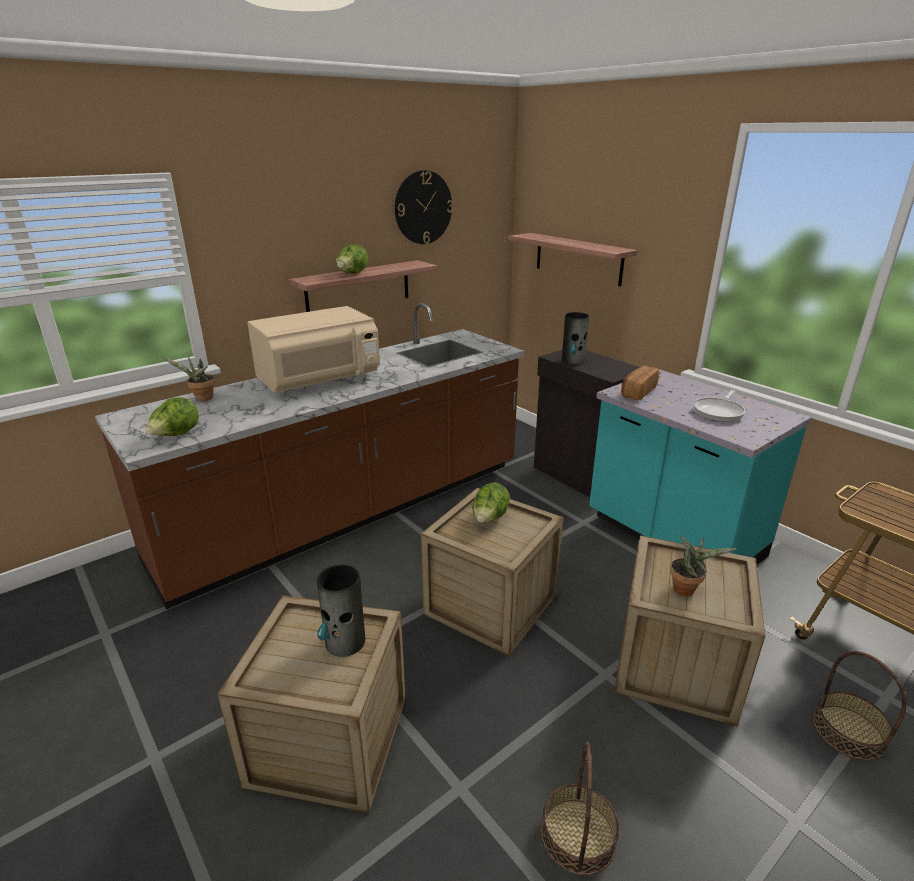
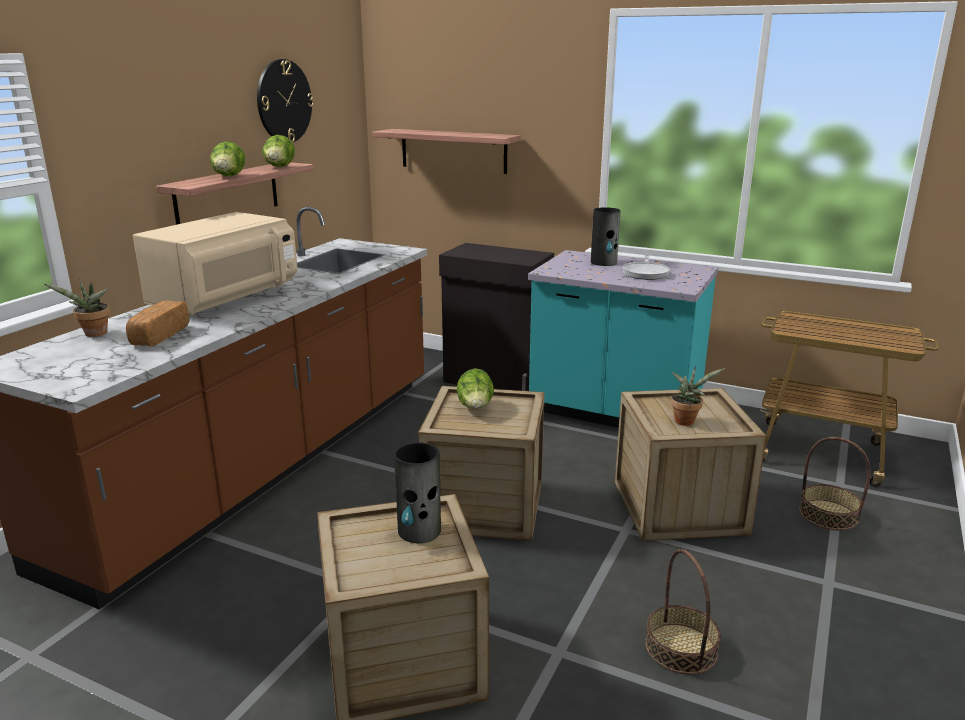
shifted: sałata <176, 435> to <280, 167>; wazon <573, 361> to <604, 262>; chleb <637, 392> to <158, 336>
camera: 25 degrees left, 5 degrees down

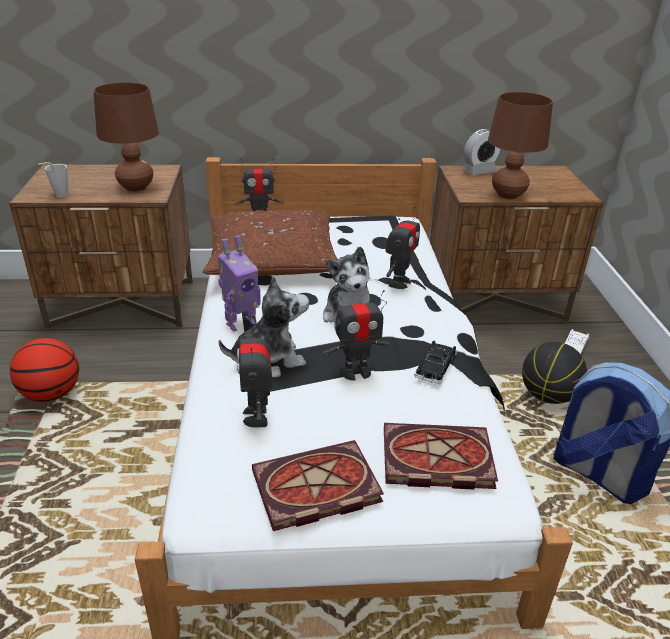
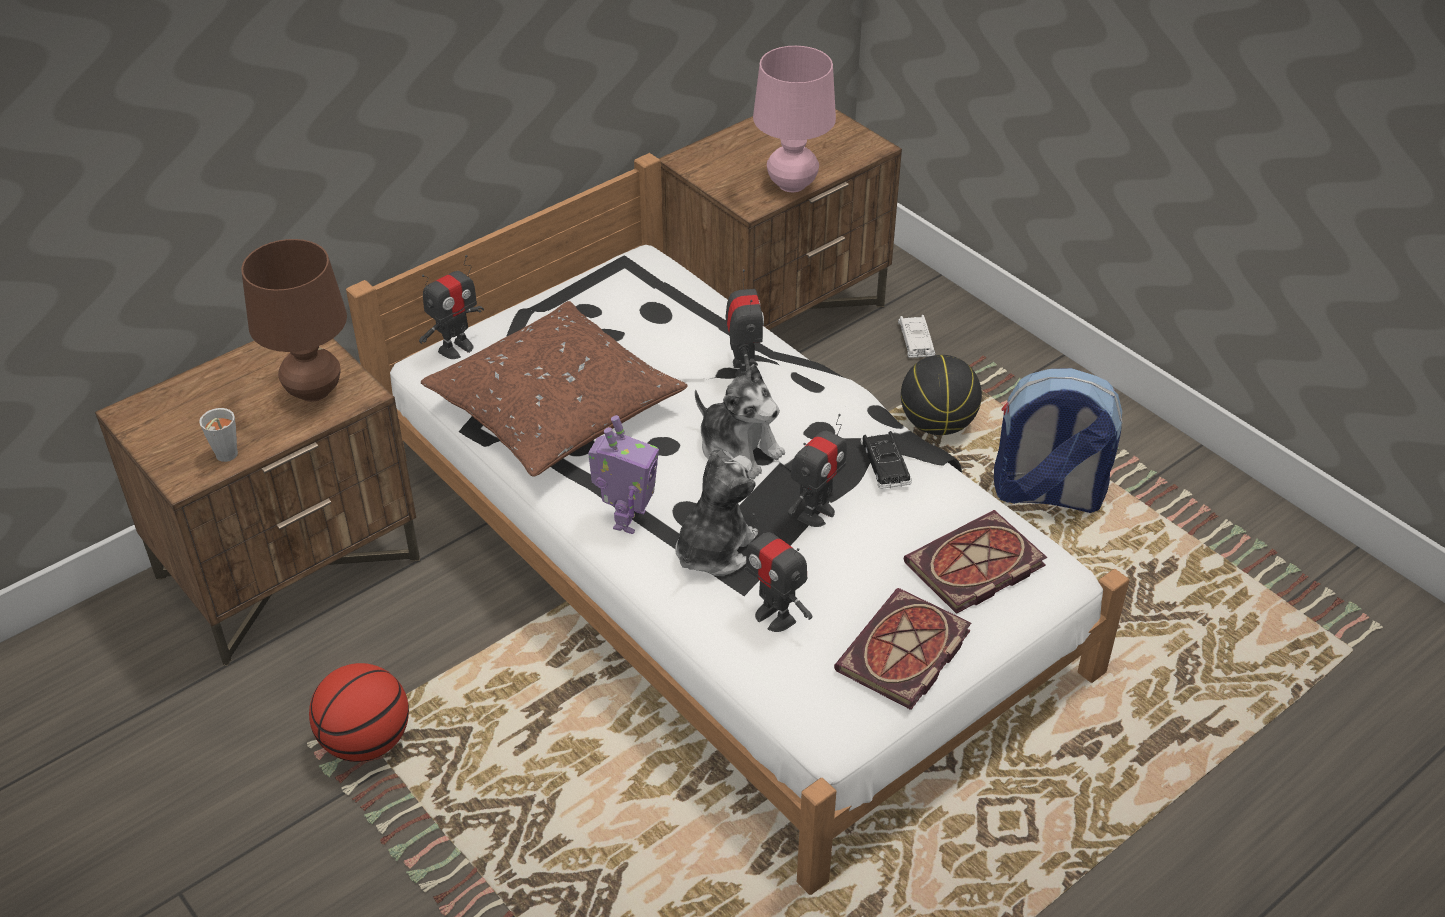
gone: budzik <478, 171>
repainted: lampa stołowa (brązowy) <507, 195> to lampa stołowa (różowy) <791, 184>
camera: 35 degrees left, 10 degrees up

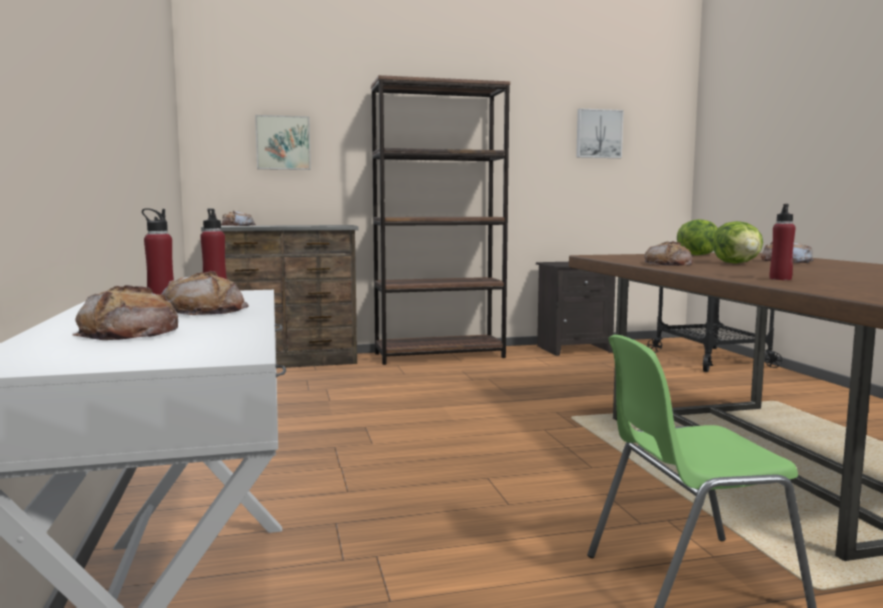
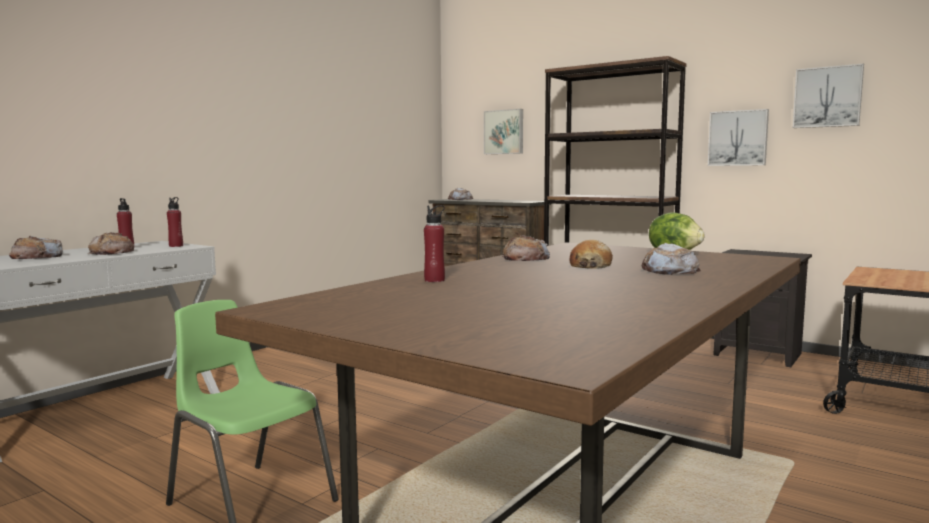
new: obraz <738, 138>
swapped: sałata <737, 263> to chleb <590, 265>
camera: 50 degrees right, 0 degrees up

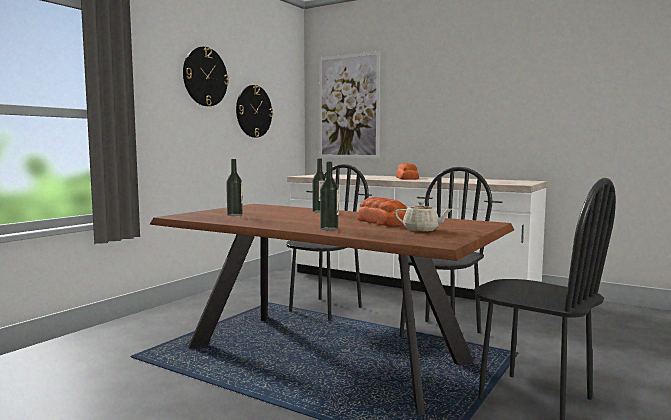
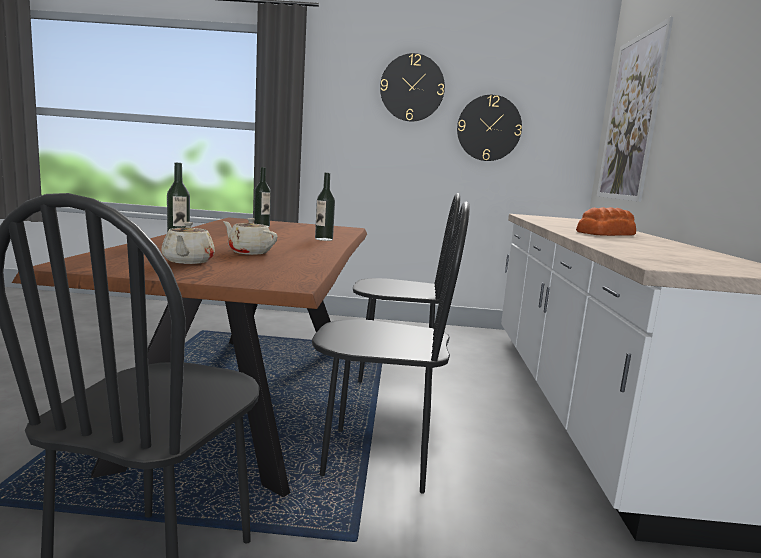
swapped: chleb <382, 222> to imbryk (beżowy) <249, 252>
camera: 60 degrees right, 5 degrees up

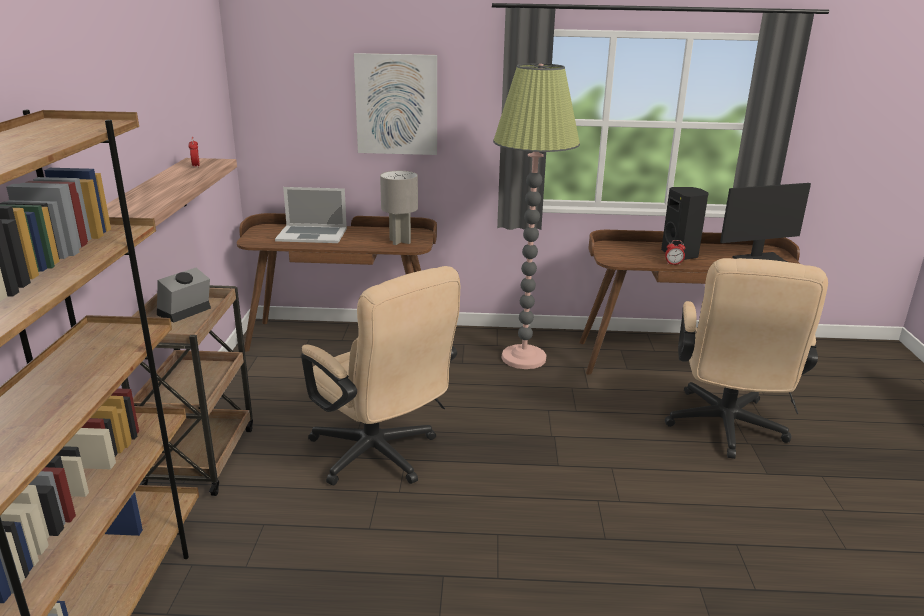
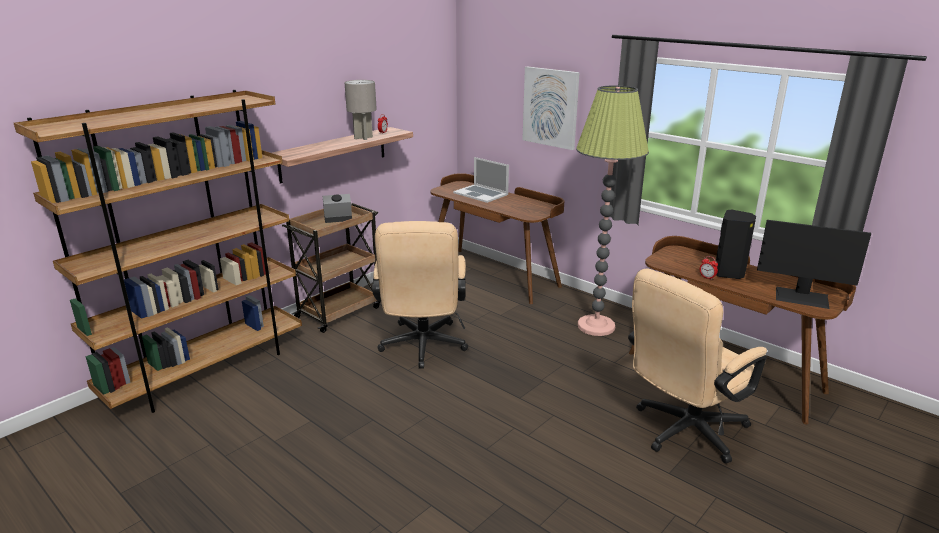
shifted: lampa stołowa (szary) <400, 241> to <363, 138>
camera: 40 degrees right, 0 degrees up

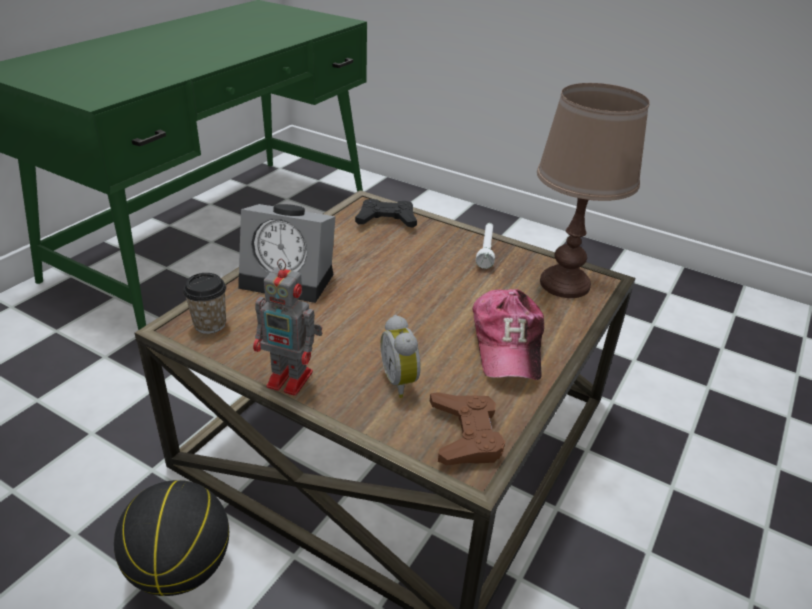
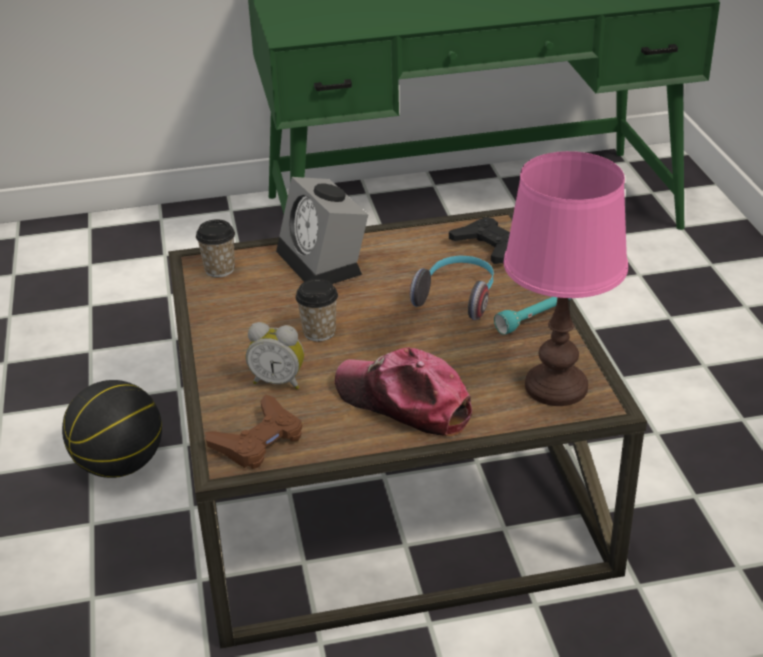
gone: robot zabawkowy <292, 379>
new: filiżanka <319, 332>; słuchawki <457, 297>
repainted: latarka (biały) <486, 250> to latarka (turkusowy) <535, 318>; lampa stołowa (brązowy) <565, 284> to lampa stołowa (różowy) <557, 387>
rotated: budzik <402, 381> = <278, 381> 105 degrees counterclockwise; czapka z daszkiem <507, 344> = <404, 402> 75 degrees clockwise
camera: 50 degrees right, 0 degrees up

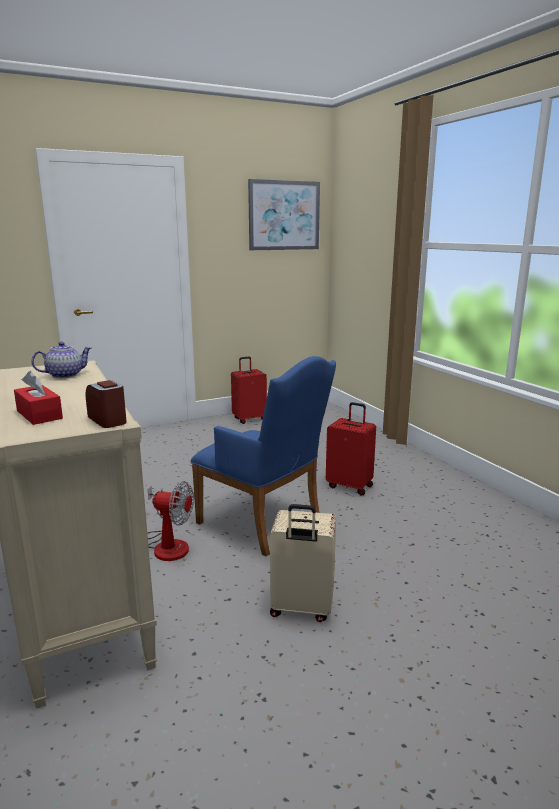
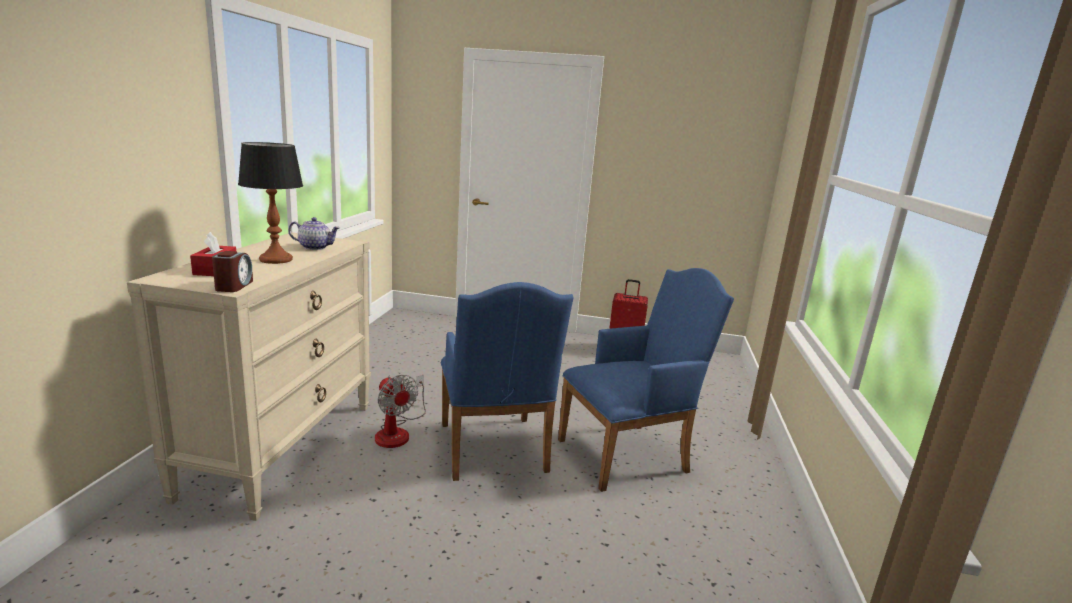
gone: obraz <284, 215>; walizka (beżowy) <301, 608>
new: lampa stołowa <276, 260>
swapped: walizka (czerwony) <350, 486> to fotel (niebieski) <629, 454>
camera: 35 degrees right, 0 degrees up

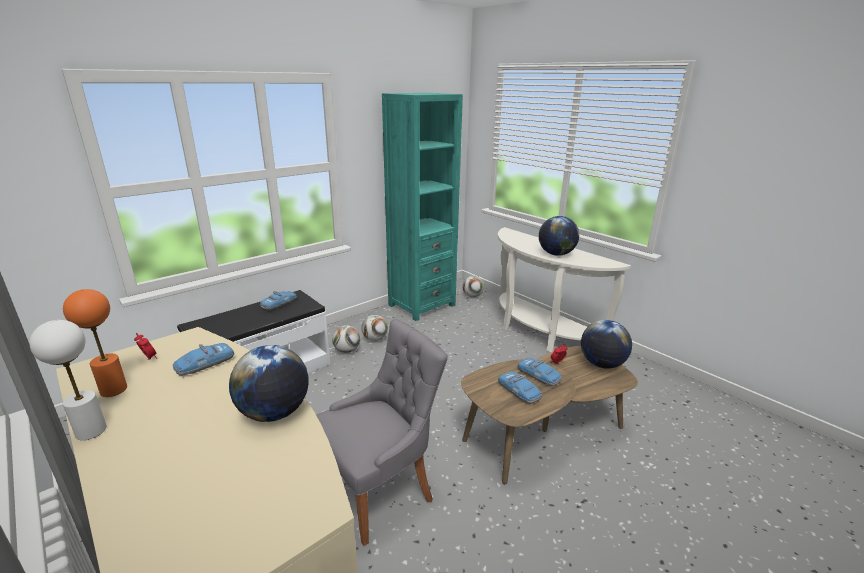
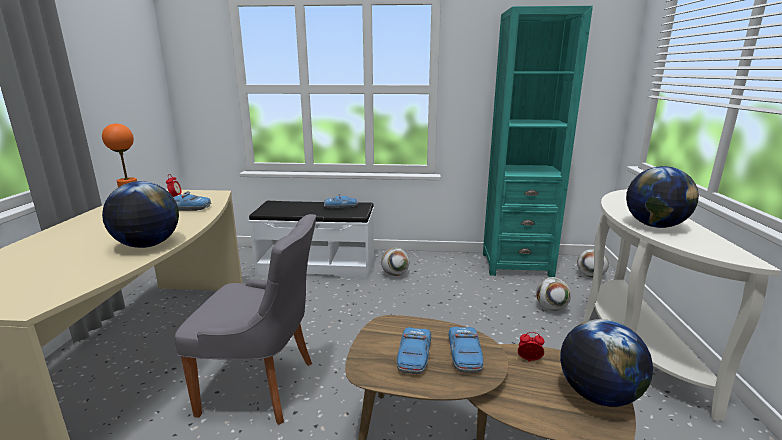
gone: lampa stołowa (biały) <90, 431>
shifted: piłka futbolowa <375, 339> to <551, 308>
camera: 45 degrees right, 5 degrees down

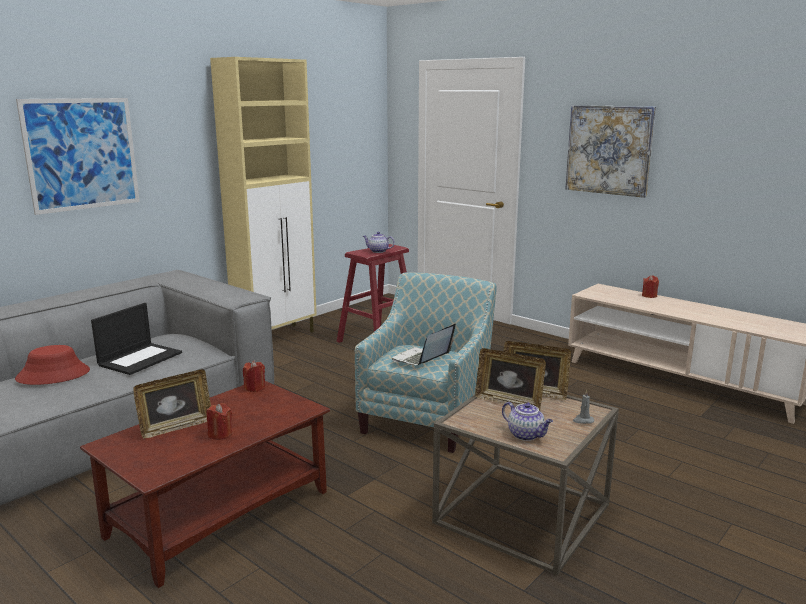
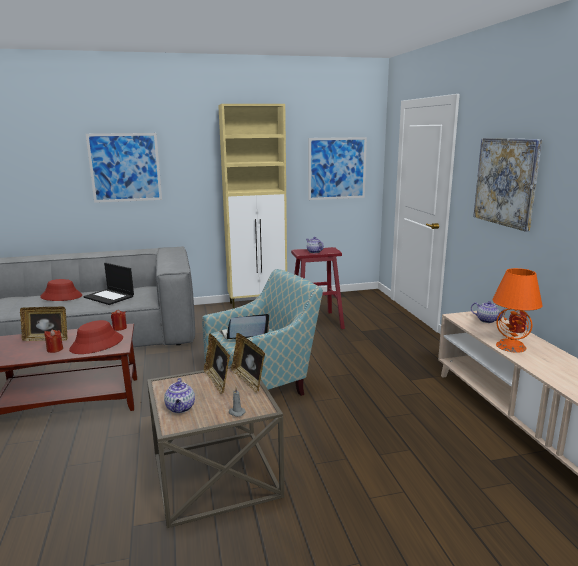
new: kapelusz (czerwony) <97, 344>; obraz <337, 168>; imbryk <487, 320>; lampa stołowa (pomarańczowy) <510, 346>
rotated: laptop <140, 358> = <109, 297> 60 degrees clockwise
camera: 35 degrees right, 0 degrees up

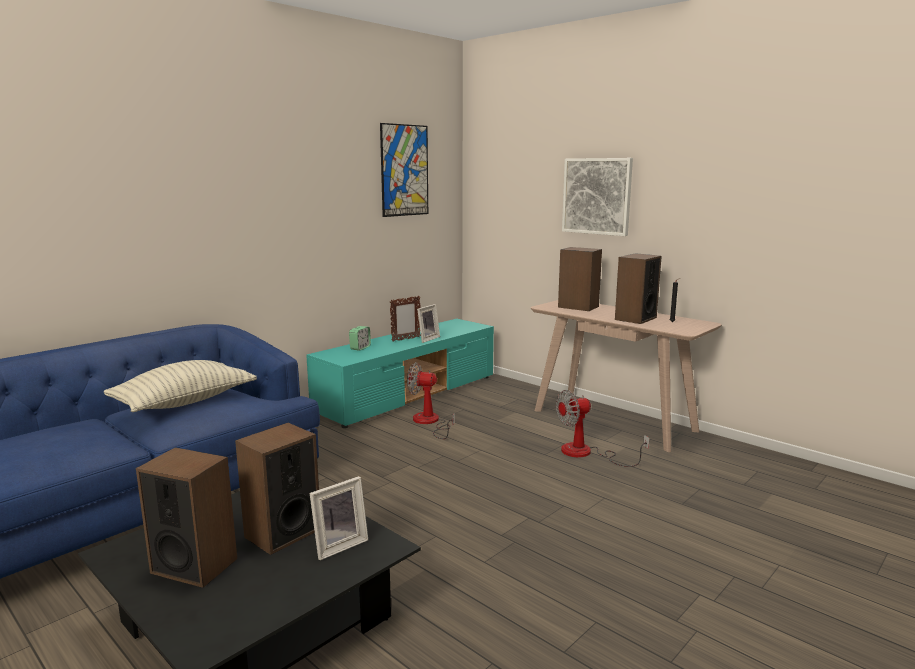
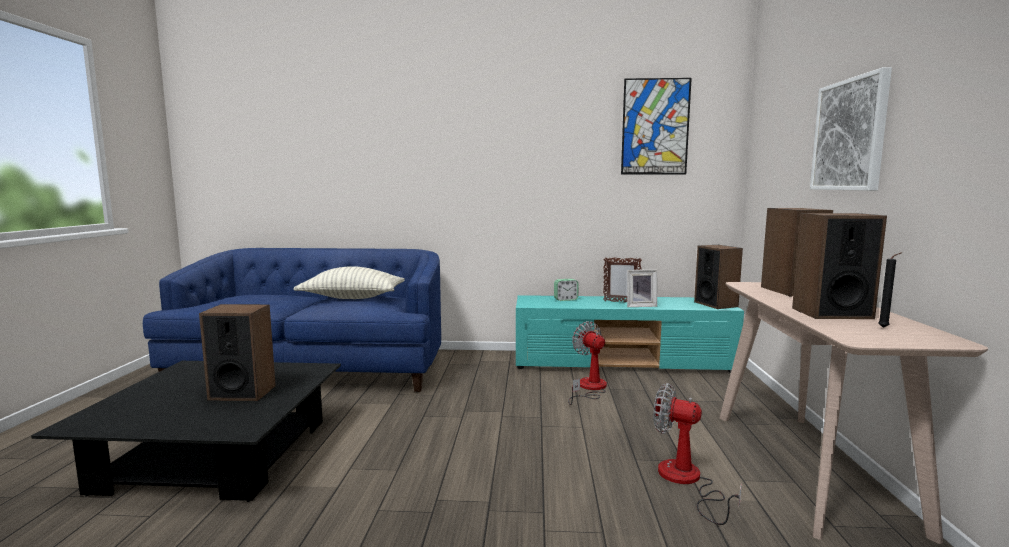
gone: ramka na zdjęcie <338, 545>
shifted: głośnik <194, 565> to <716, 304>
camera: 50 degrees right, 5 degrees down

